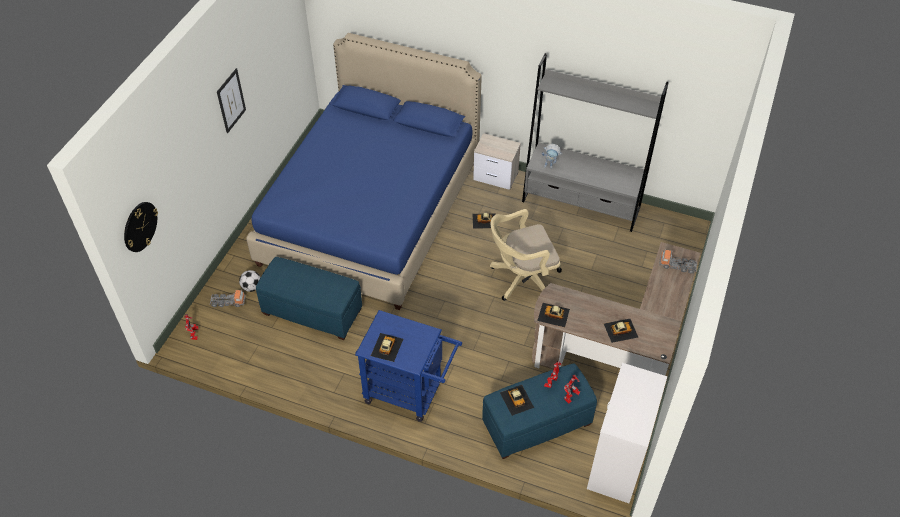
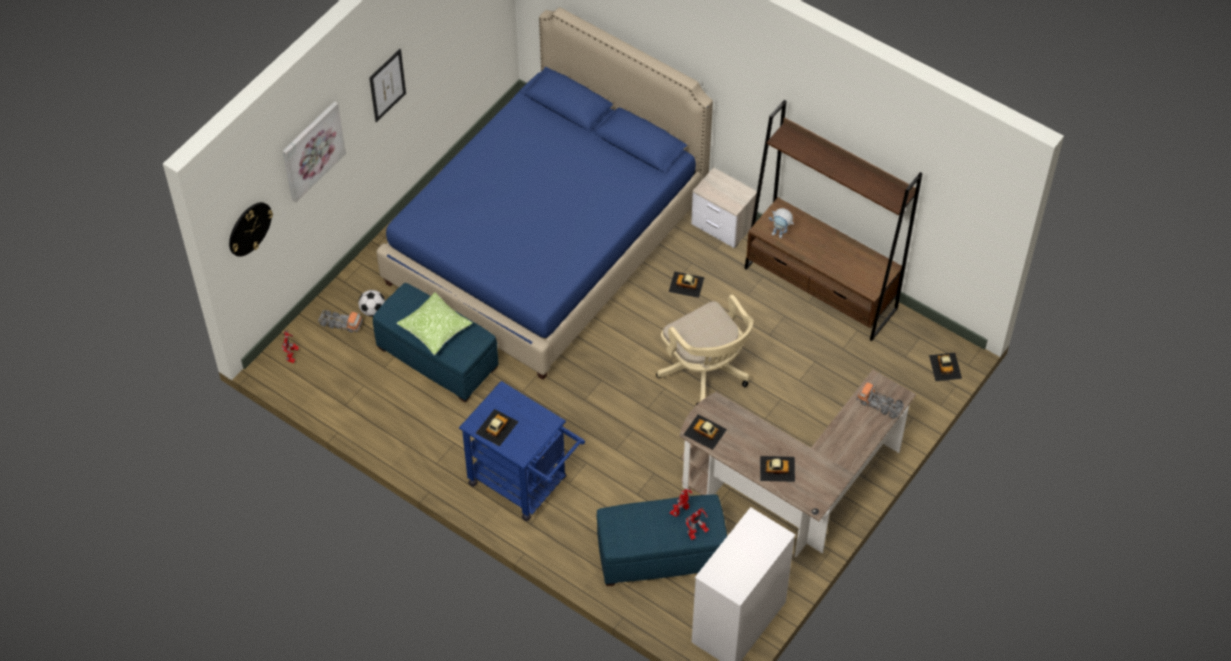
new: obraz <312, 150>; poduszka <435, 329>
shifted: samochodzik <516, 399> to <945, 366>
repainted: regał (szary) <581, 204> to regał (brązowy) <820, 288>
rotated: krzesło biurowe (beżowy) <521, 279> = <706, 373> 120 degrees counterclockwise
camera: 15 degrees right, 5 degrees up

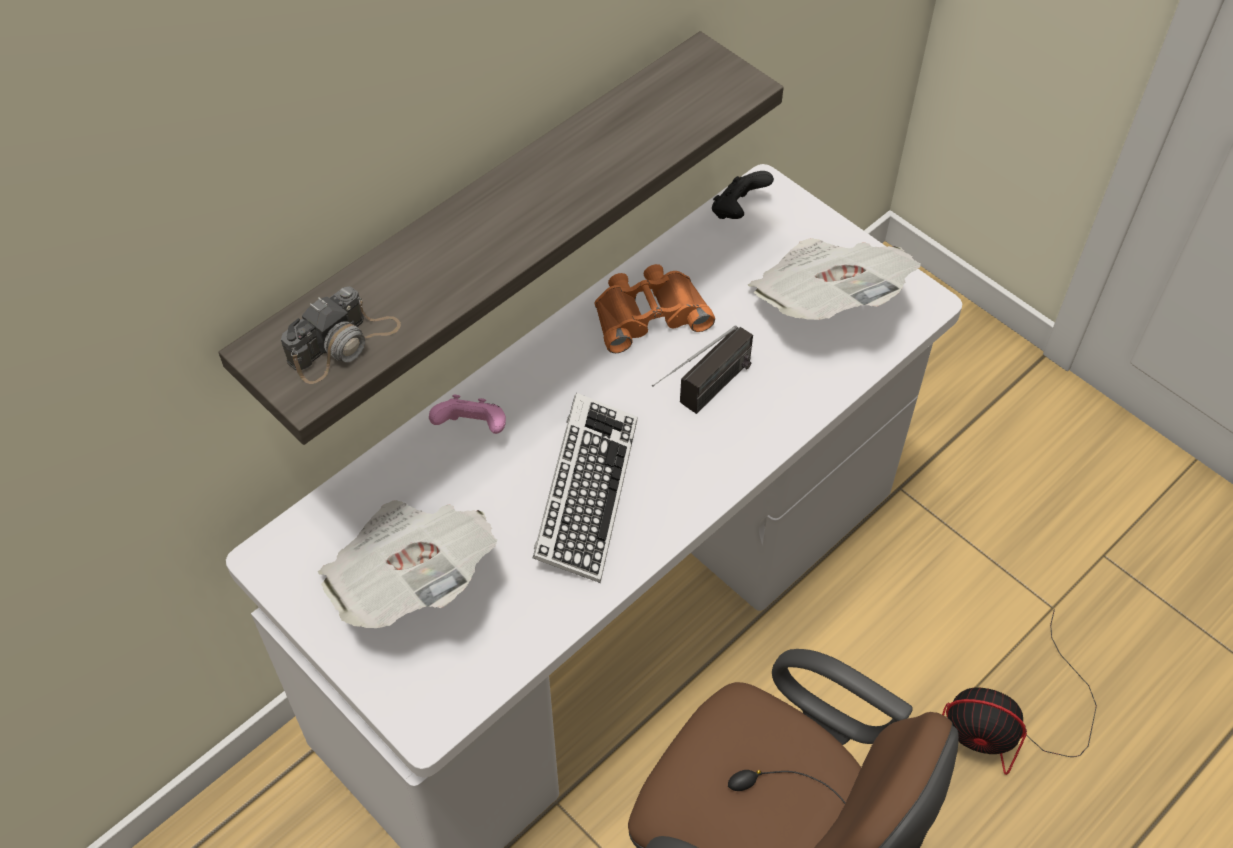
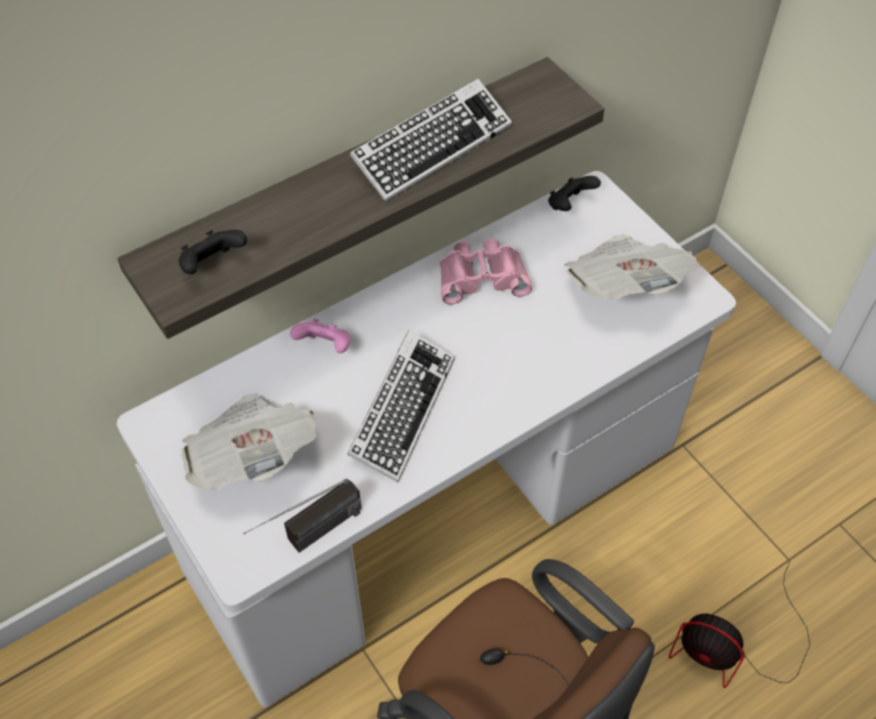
new: klawiatura <432, 147>
shifted: radio <702, 398> to <309, 537>
swapped: aparat fotograficzny <344, 344> to pad do gier (czarny) <213, 265>
repainted: lornetka (pomarańczowy) <648, 313> to lornetka (różowy) <481, 276>
camera: 10 degrees right, 0 degrees up

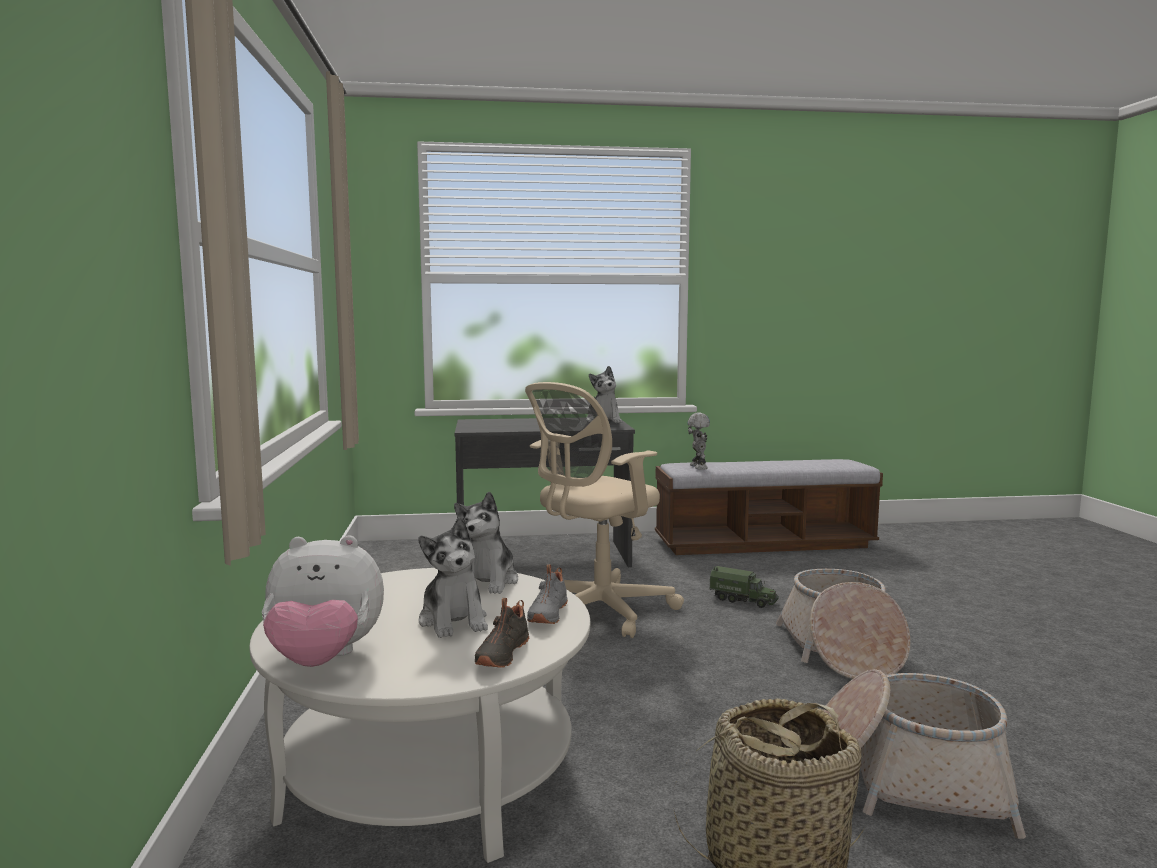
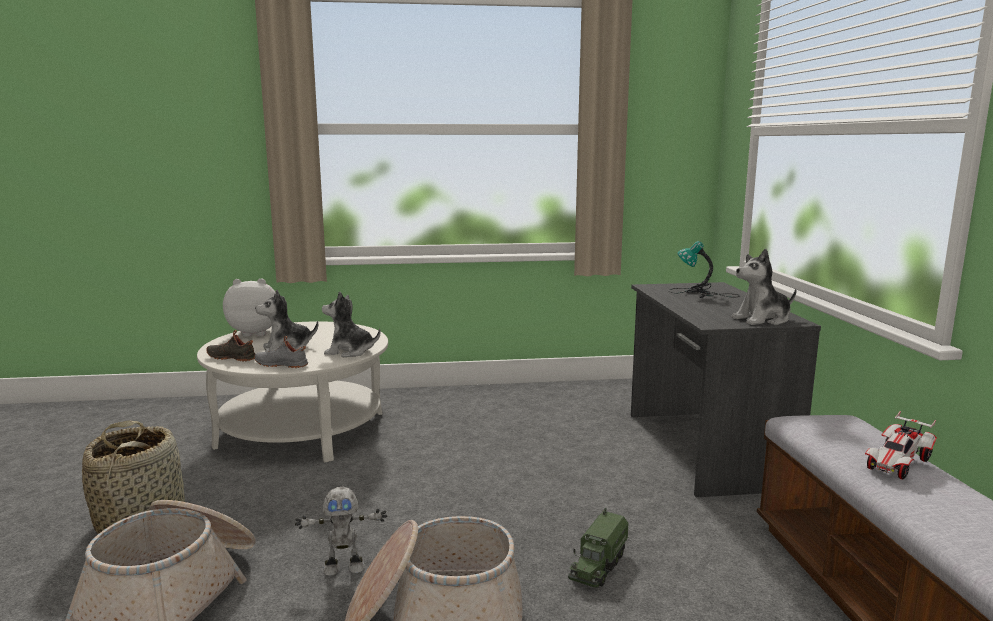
gone: krzesło biurowe (beżowy) <597, 613>
new: lampa stołowa <700, 293>; samochodzik <897, 464>
shifted: robot zabawkowy <697, 467> to <344, 567>
rotated: pluszak <324, 660> = <256, 333> 90 degrees clockwise
camera: 90 degrees right, 5 degrees up

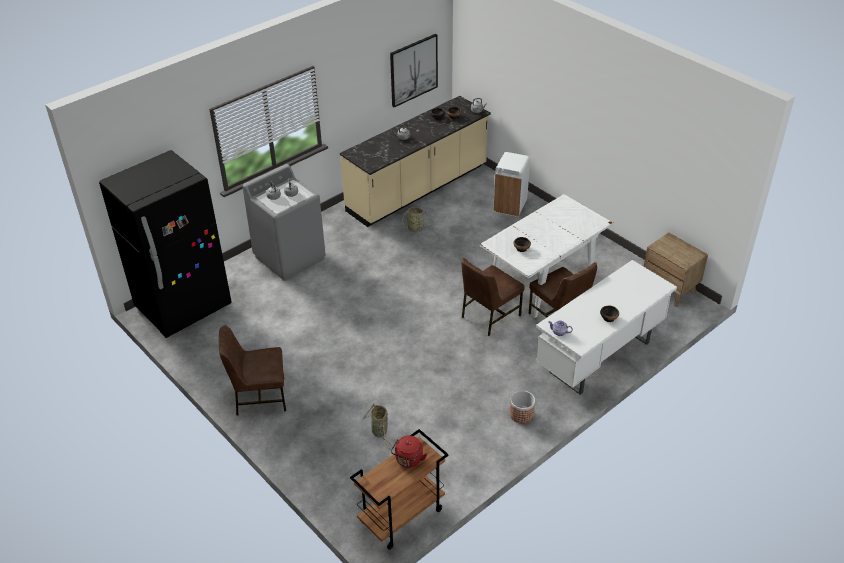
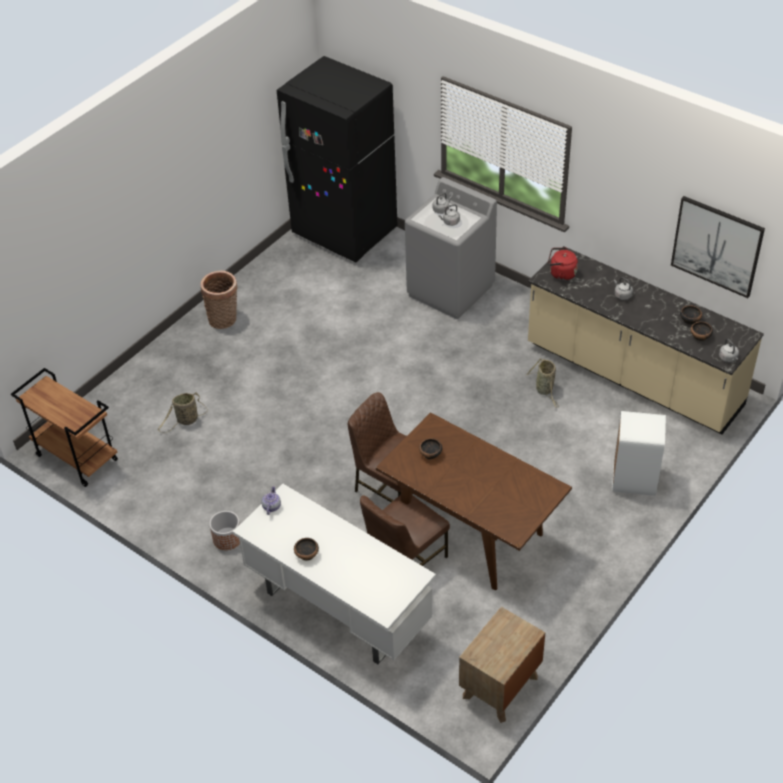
shifted: czajnik (czerwony) <408, 460> to <561, 274>
swapped: krzesło (brązowy) <259, 397> to koszyk <224, 319>
repainted: stół jadalny (biały) <542, 283> to stół jadalny (brązowy) <471, 534>
camera: 80 degrees right, 5 degrees up

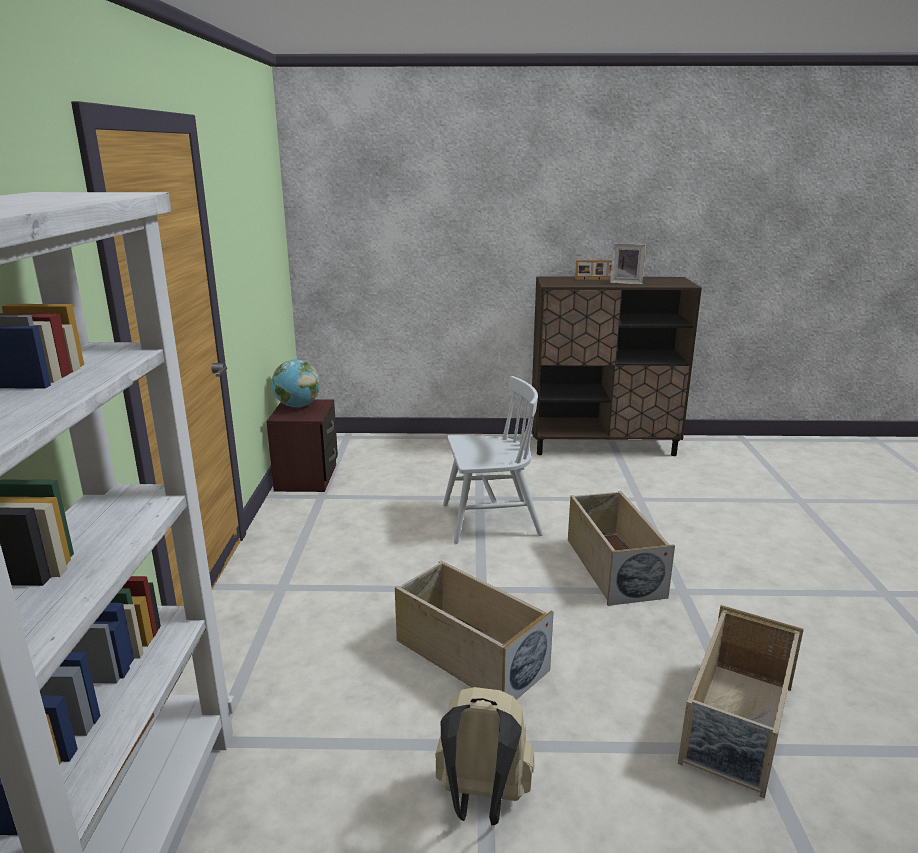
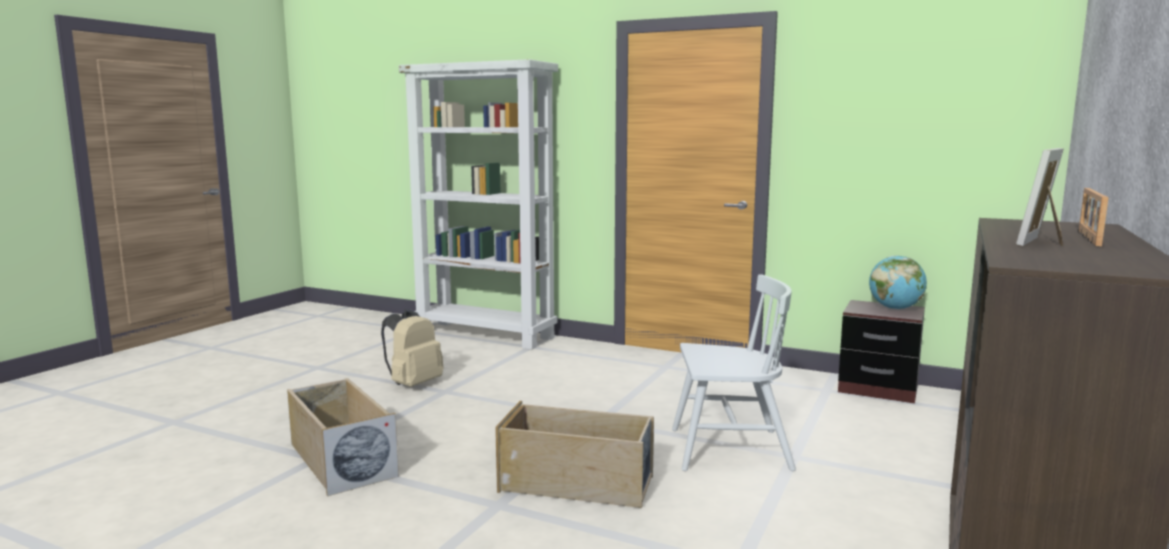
gone: pojemnik do przechowywania (beżowy) <469, 655>
rotated: krzesło (biały) <490, 520> = <729, 449> 105 degrees counterclockwise
camera: 115 degrees right, 10 degrees down

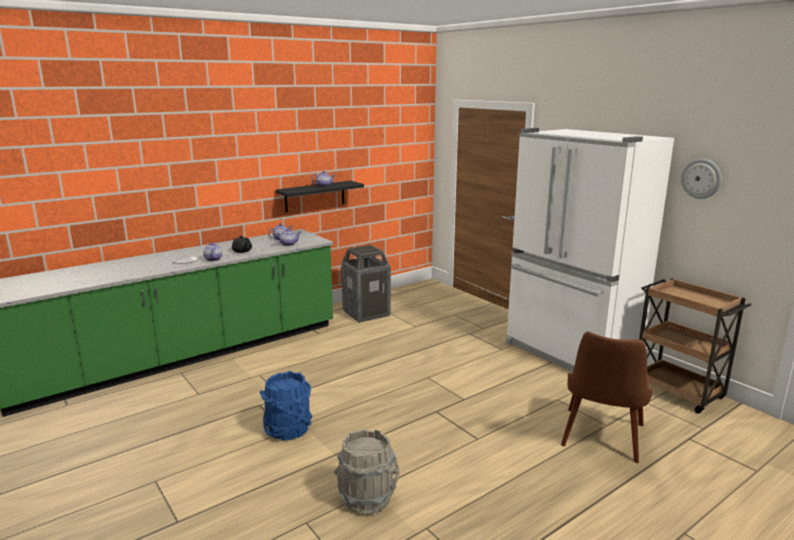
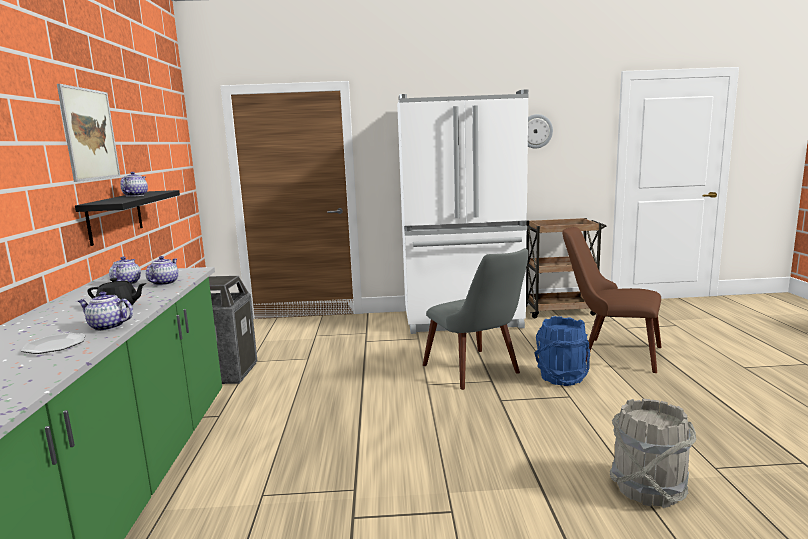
new: obraz <90, 134>; krzesło (szary) <478, 372>
shifted: wiadro (niebieski) <288, 429> to <561, 377>
rotated: krzesło (brązowy) <601, 441> = <609, 352> 150 degrees clockwise
camera: 55 degrees left, 5 degrees down

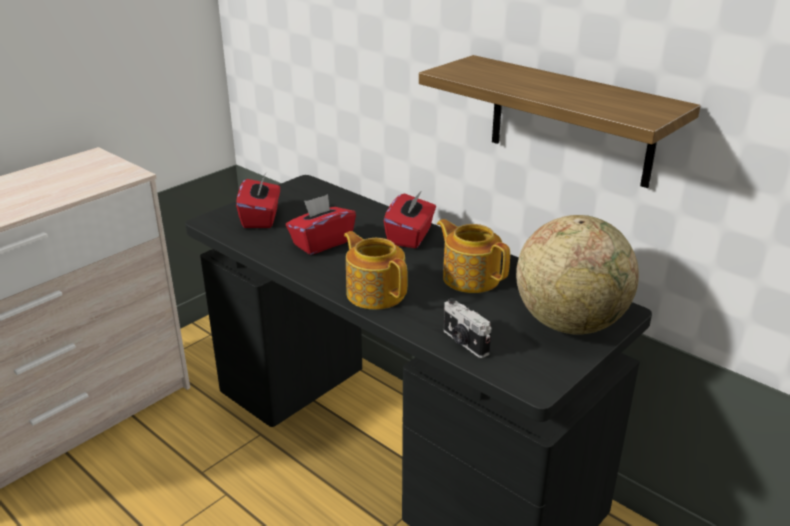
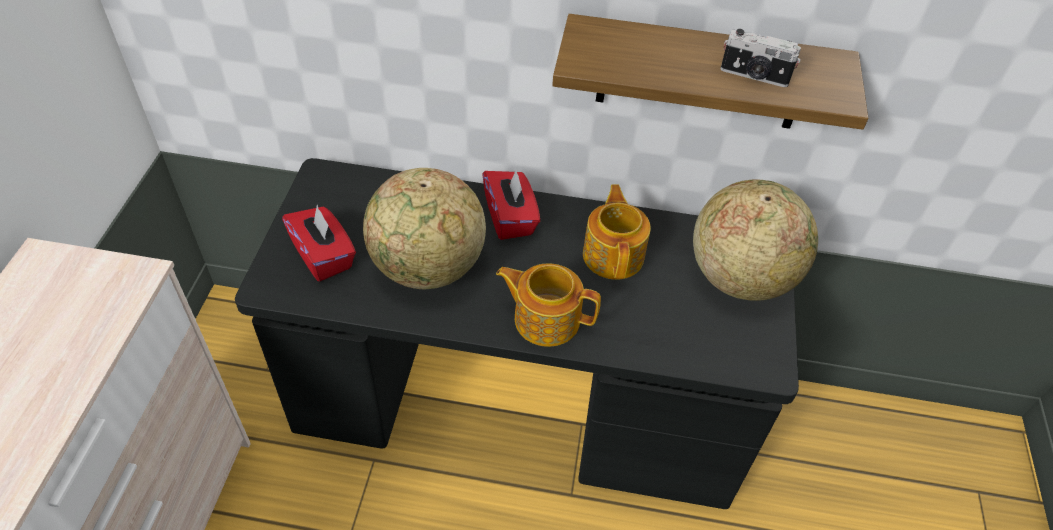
shifted: aparat fotograficzny <464, 343> to <754, 76>
swapped: pudełko chusteczek (czerwony) <321, 243> to globus <428, 268>
rotated: imbryk <470, 277> = <614, 254> 75 degrees clockwise
camera: 35 degrees left, 20 degrees up

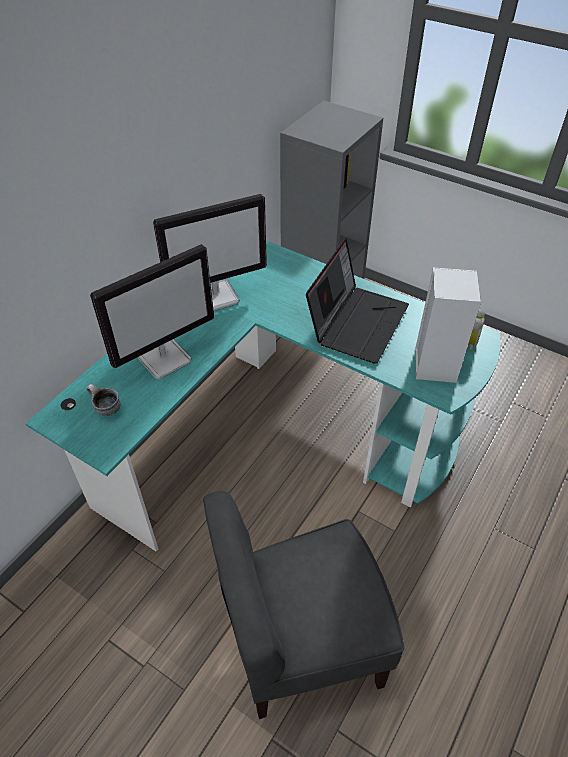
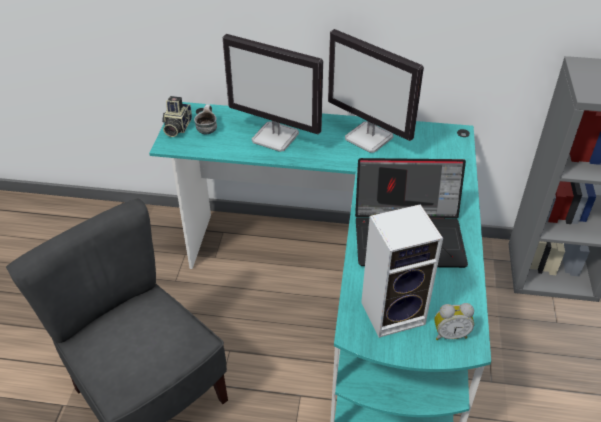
new: aparat fotograficzny <176, 127>
camera: 65 degrees right, 5 degrees down

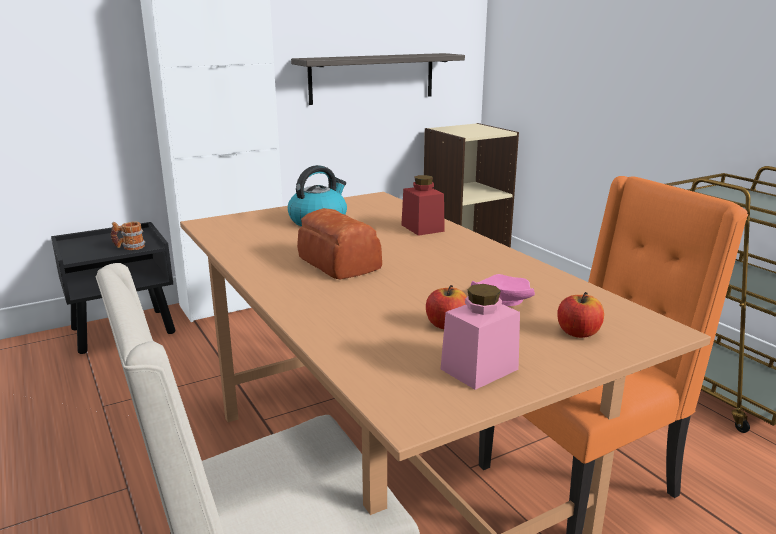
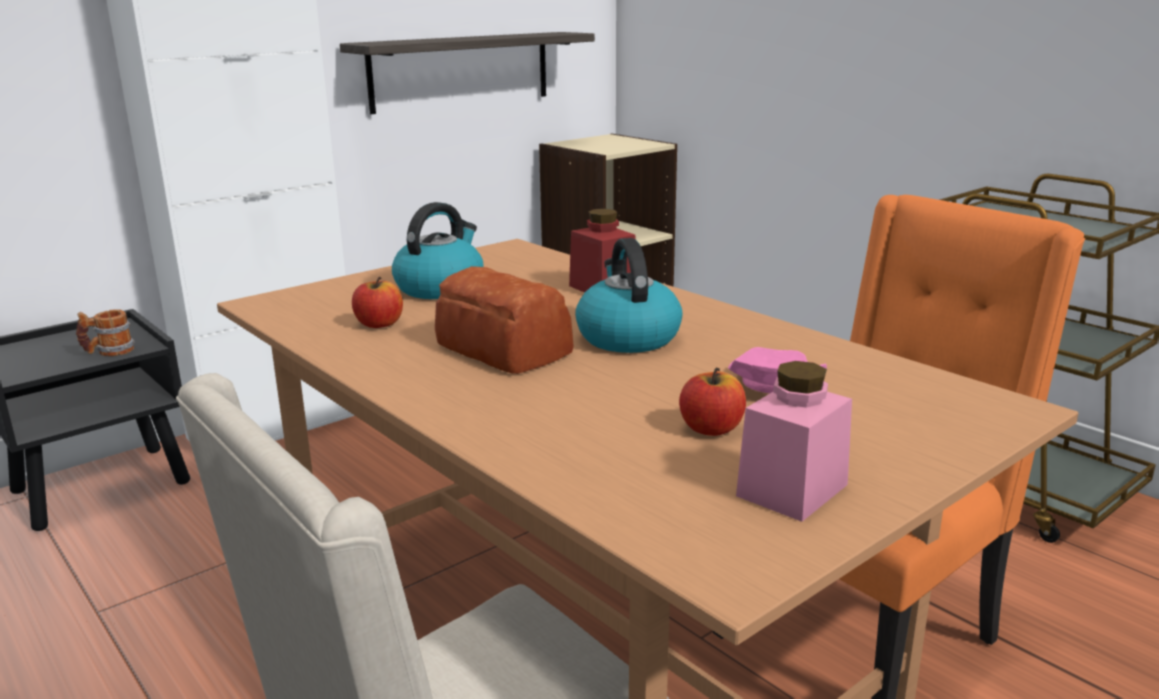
new: czajnik <627, 337>
shifted: jabłko <578, 333> to <379, 324>
camera: 10 degrees left, 0 degrees up

